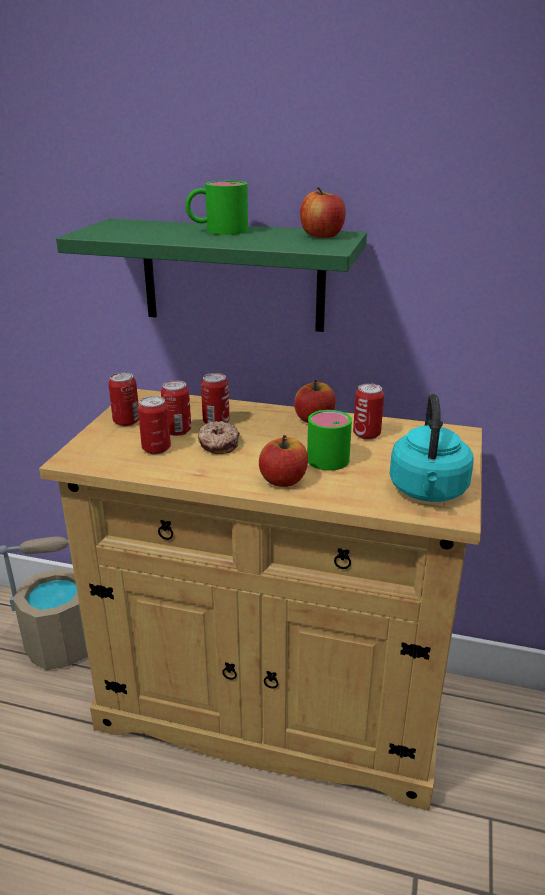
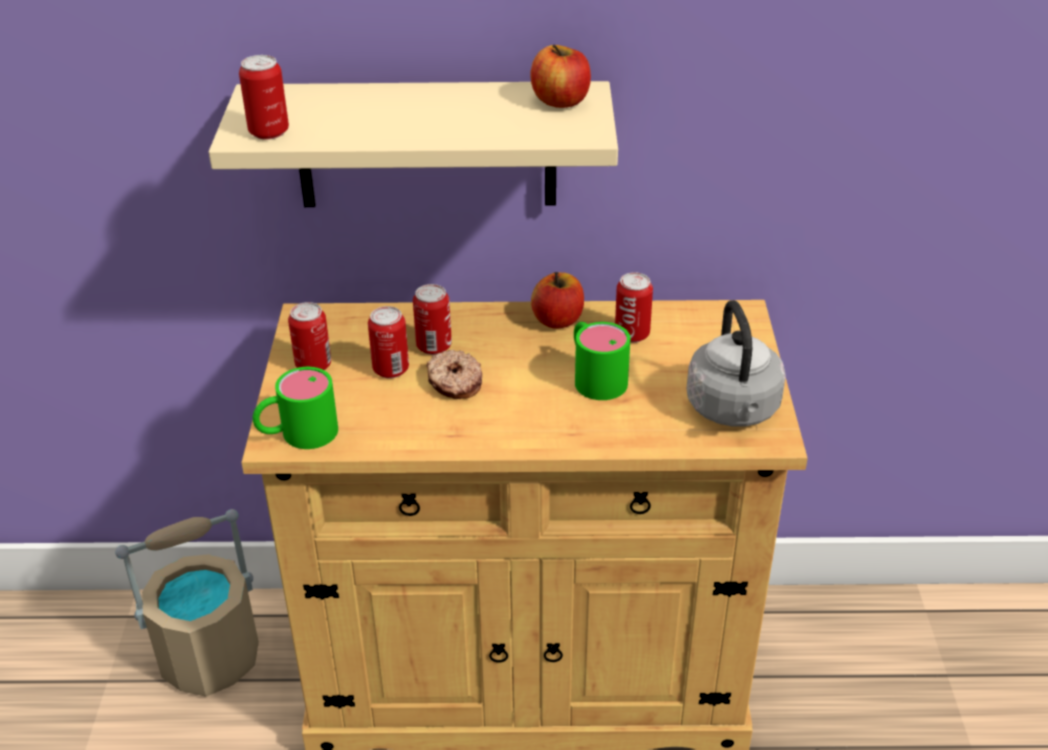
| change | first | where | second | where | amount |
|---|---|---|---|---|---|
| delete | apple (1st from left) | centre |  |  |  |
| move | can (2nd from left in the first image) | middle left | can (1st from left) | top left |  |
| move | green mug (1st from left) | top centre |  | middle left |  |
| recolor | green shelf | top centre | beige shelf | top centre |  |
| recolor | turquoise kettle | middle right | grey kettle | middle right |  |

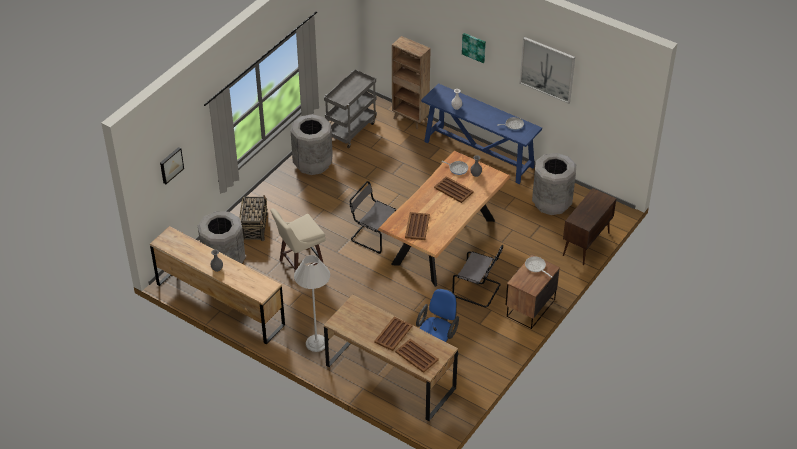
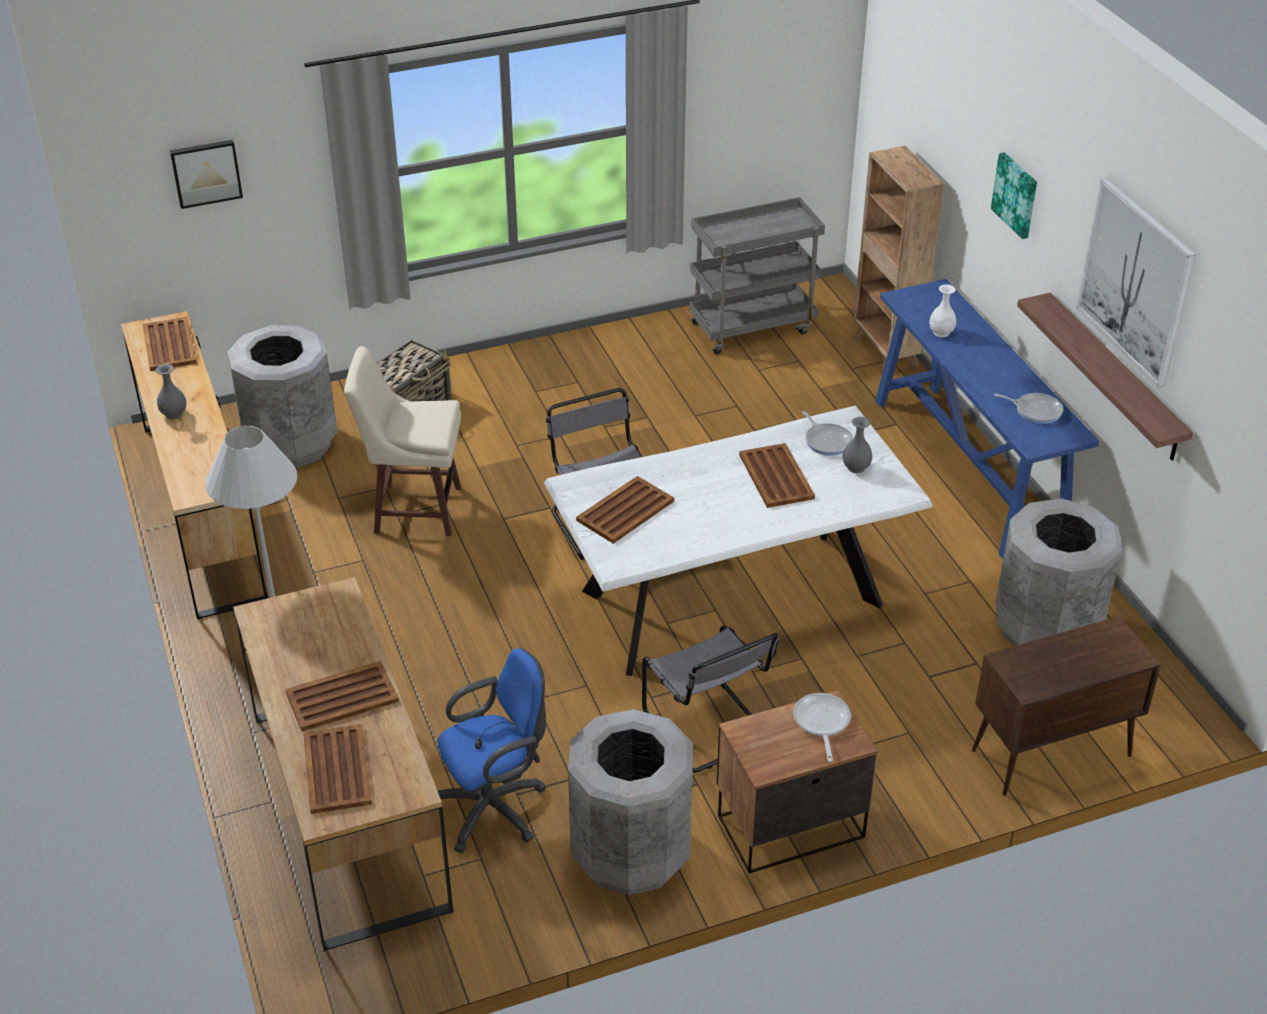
| change | first | where | second | where | amount |
|---|---|---|---|---|---|
| insert |  |  | brown tray (1st from left) | middle left |  |
| insert |  |  | shelf | middle right |  |
| move | grey trash can (2nd from left) | top centre |  | bottom centre |  |
| recolor | brown dining table | centre | white dining table | centre |  |

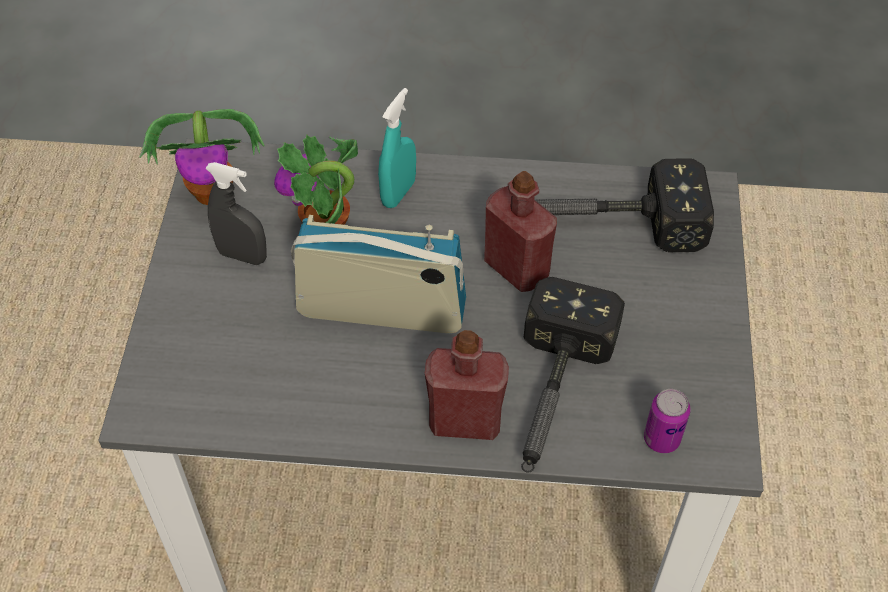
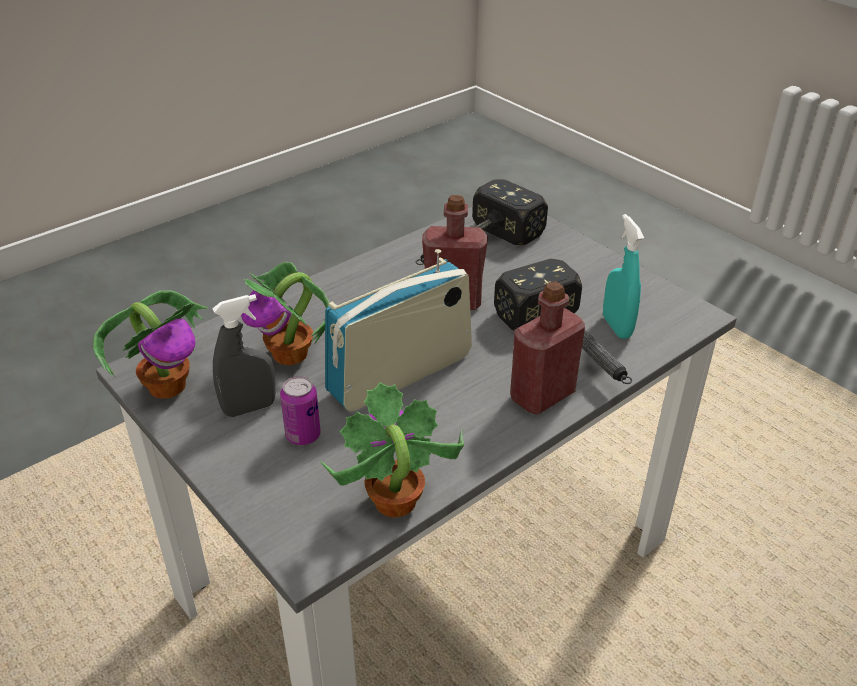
| change | first | where | second | where | amount |
|---|---|---|---|---|---|
| insert |  |  | potted plant (3rd from left) | centre |  |
| move | turquoise spray bottle | top centre |  | middle right |  |
| move | can | bottom right |  | centre |  |

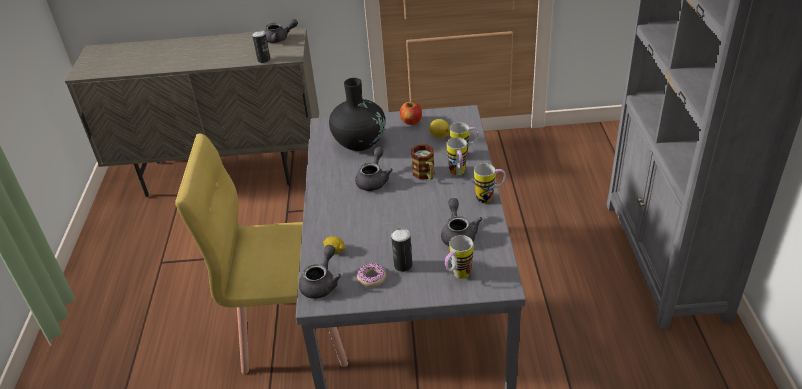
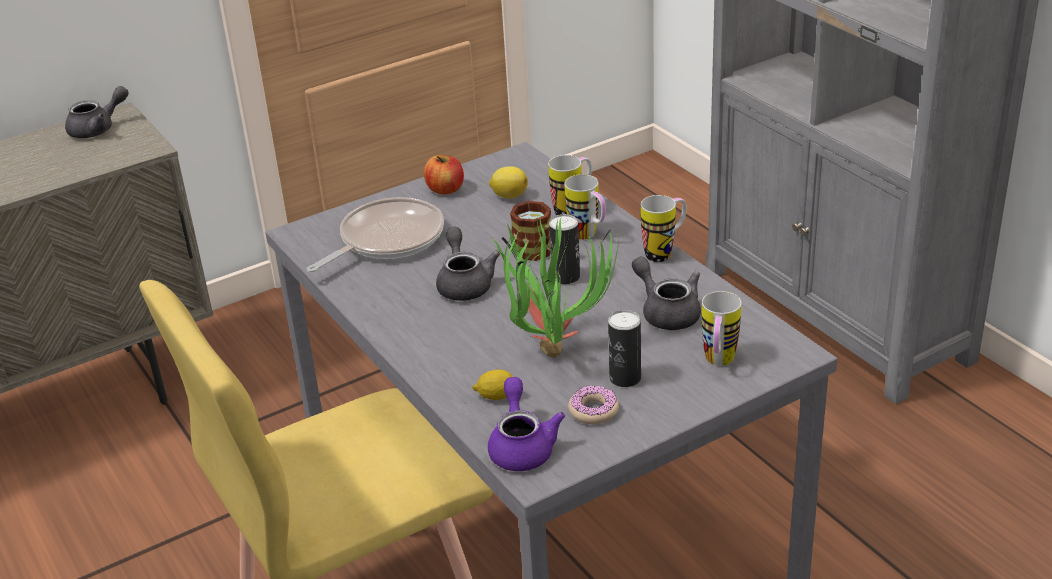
| change | first | where | second | where | amount |
|---|---|---|---|---|---|
| insert |  |  | potted plant | centre |  |
| move | can (1st from left) | top left |  | centre |  |
| replace | black vase | top centre | frying pan | centre |  |
| recolor | grey teapot (2nd from left) | bottom centre | purple teapot | bottom centre |  |

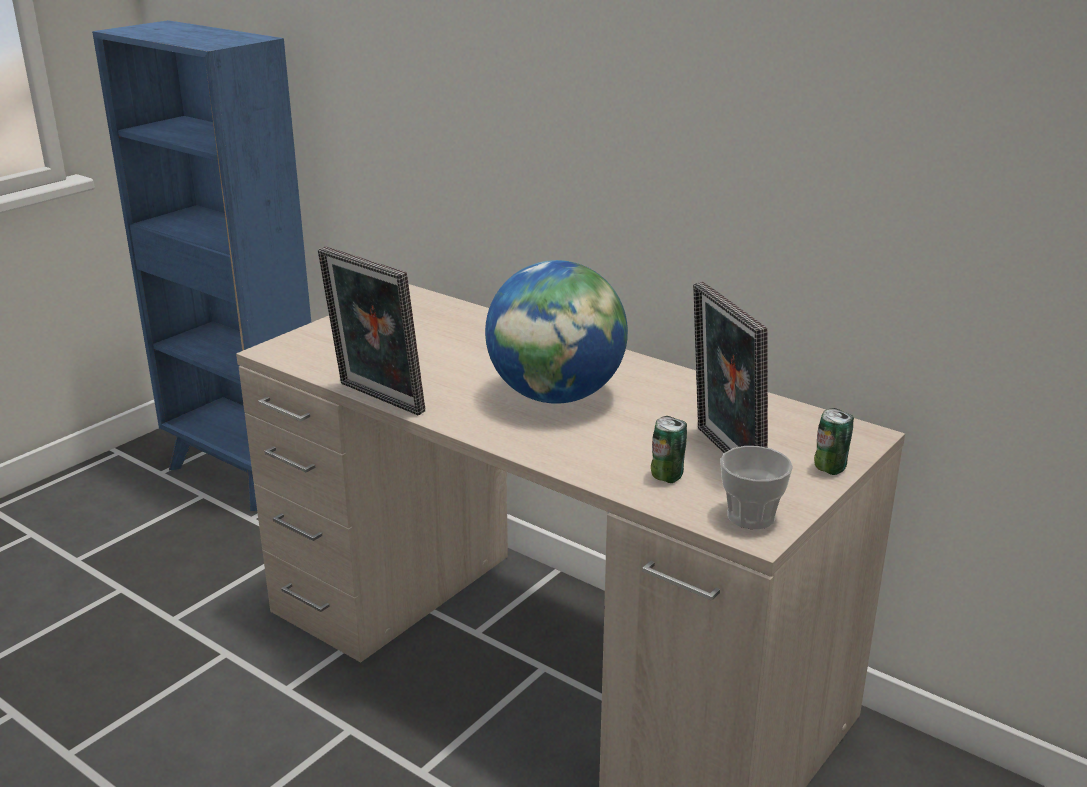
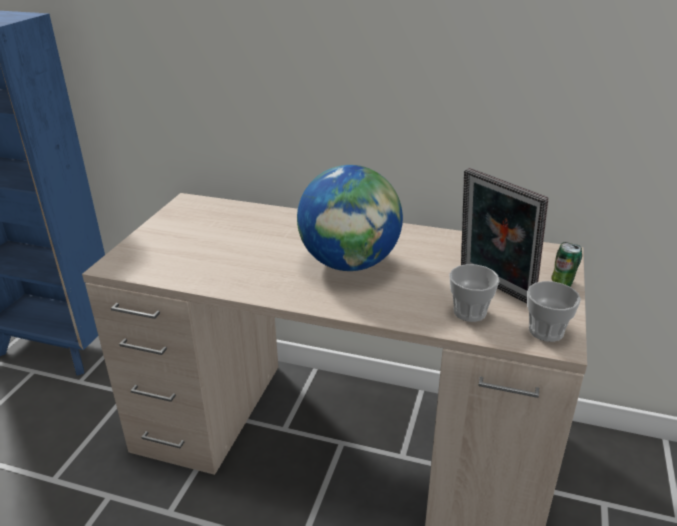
| change | first | where | second | where | amount |
|---|---|---|---|---|---|
| delete | picture frame (1st from left) | centre |  |  |  |
| replace | can (1st from left) | centre | cup (1st from left) | middle right |  |

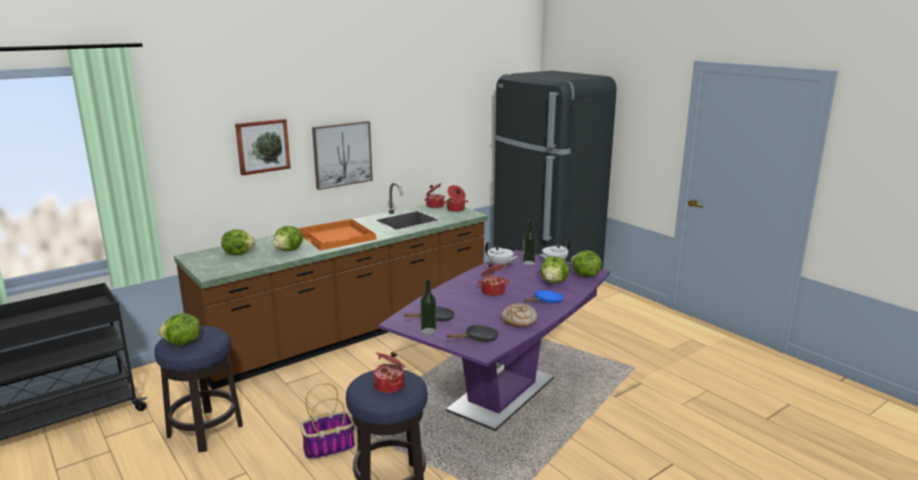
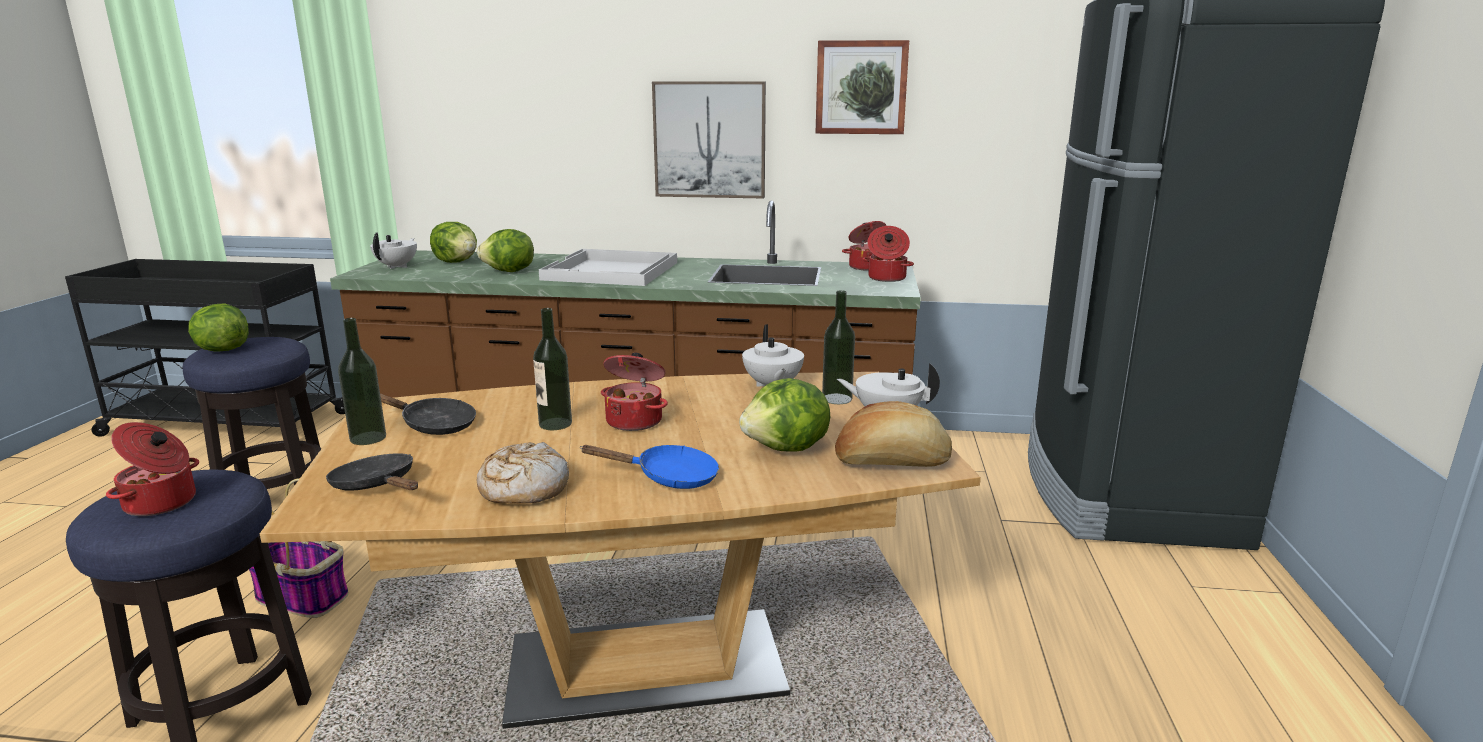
| change | first | where | second | where | amount |
|---|---|---|---|---|---|
| insert |  |  | white teapot (1st from left) | middle left |  |
| insert |  |  | bottle (2nd from left) | centre |  |
| move | picture (1st from left in the first image) | top left | picture (2nd from left) | top centre |  |
| replace | lettuce (5th from left) | centre | bread (2nd from left) | centre |  |
| recolor | orange tray | centre | white tray | centre |  |
| recolor | purple dining table | bottom centre | brown dining table | bottom centre |  |
| rotate | black frying pan (2nd from left in the first image) | bottom centre | black frying pan (1st from left) | middle left | 150 degrees counterclockwise |

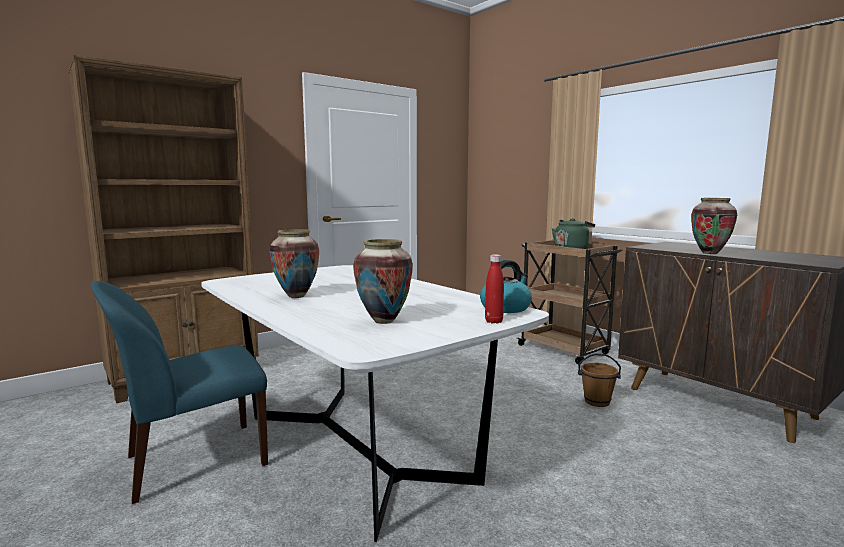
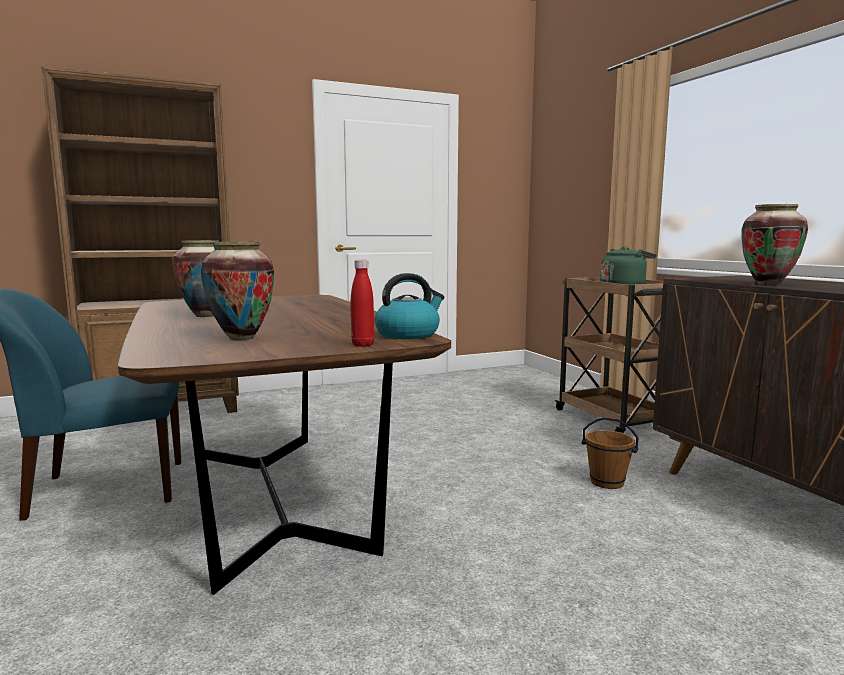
| change | first | where | second | where | amount |
|---|---|---|---|---|---|
| recolor | white dining table | bottom centre | brown dining table | centre |  |

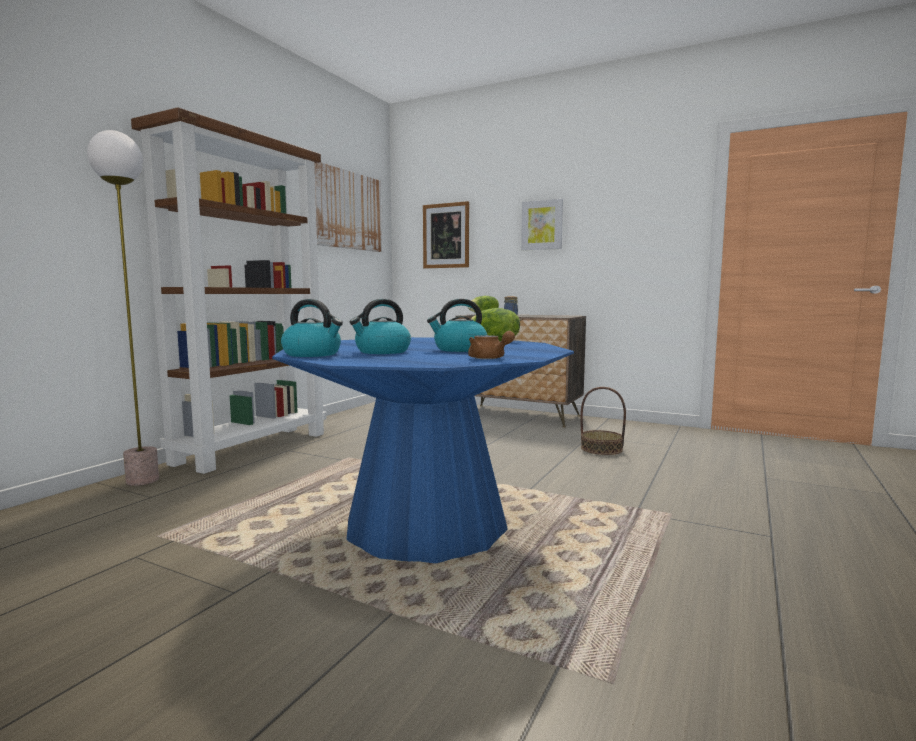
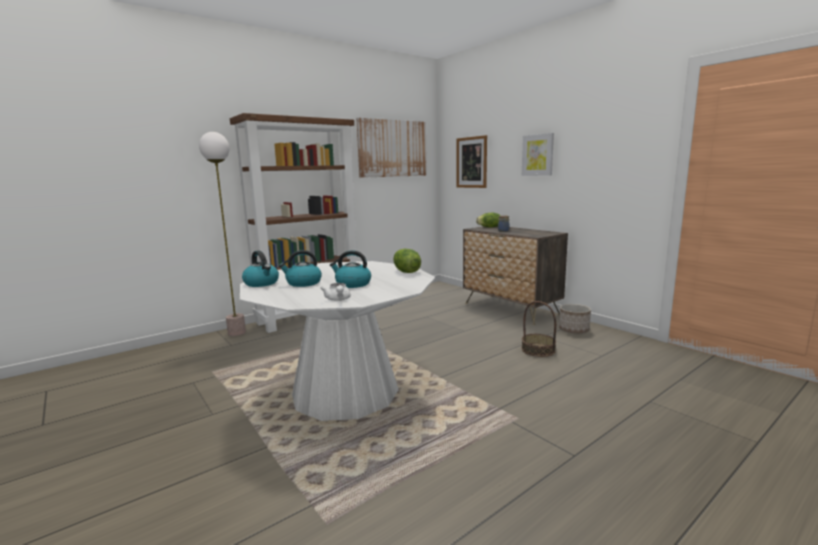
| change | first | where | second | where | amount |
|---|---|---|---|---|---|
| insert |  |  | planter | middle right |  |
| recolor | blue dining table | centre | white dining table | centre |  |
| recolor | brown teapot | centre | white teapot | centre |  |

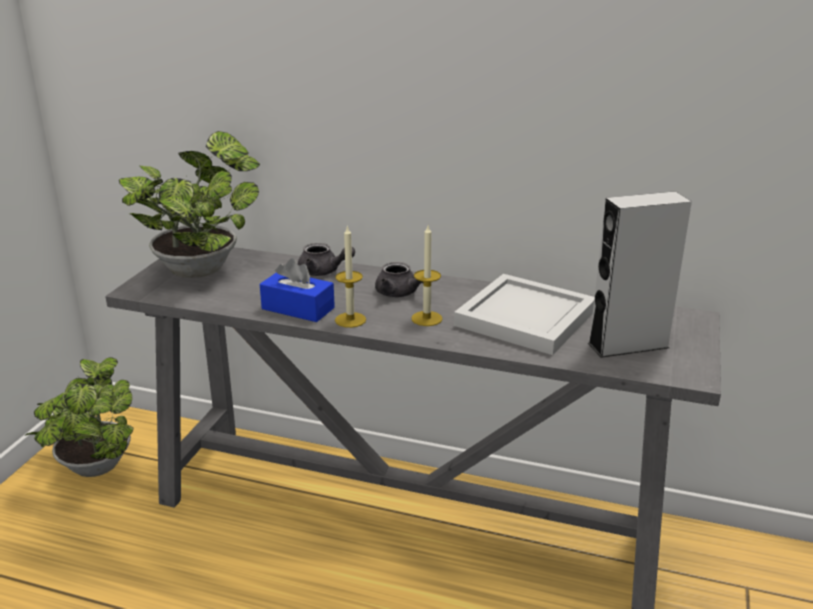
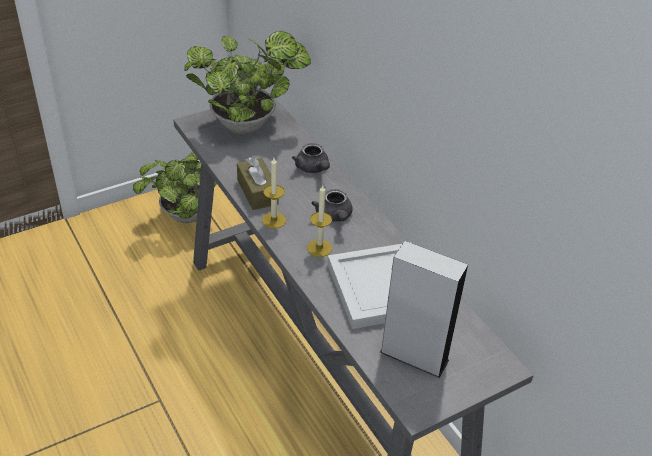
| change | first | where | second | where | amount |
|---|---|---|---|---|---|
| recolor | blue tissue box | centre | brown tissue box | centre |  |

